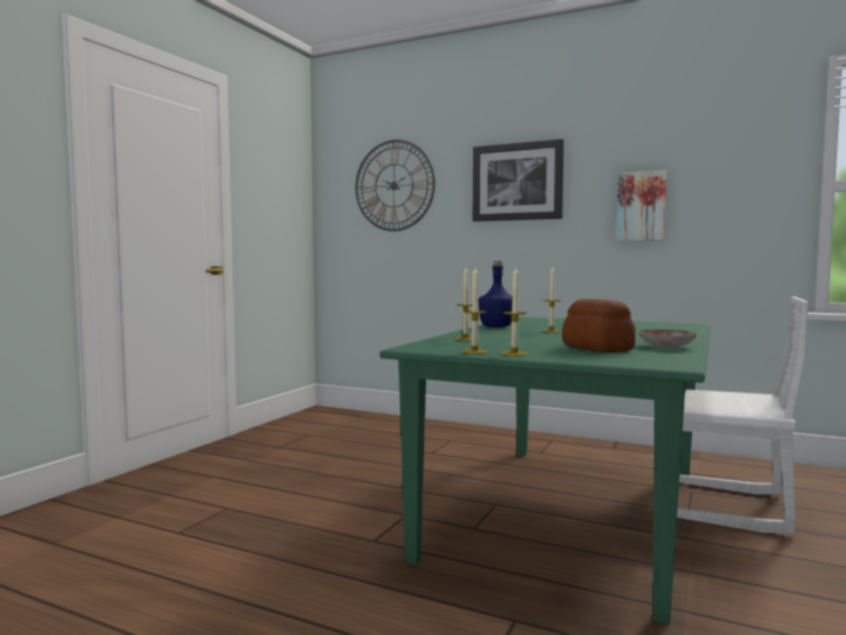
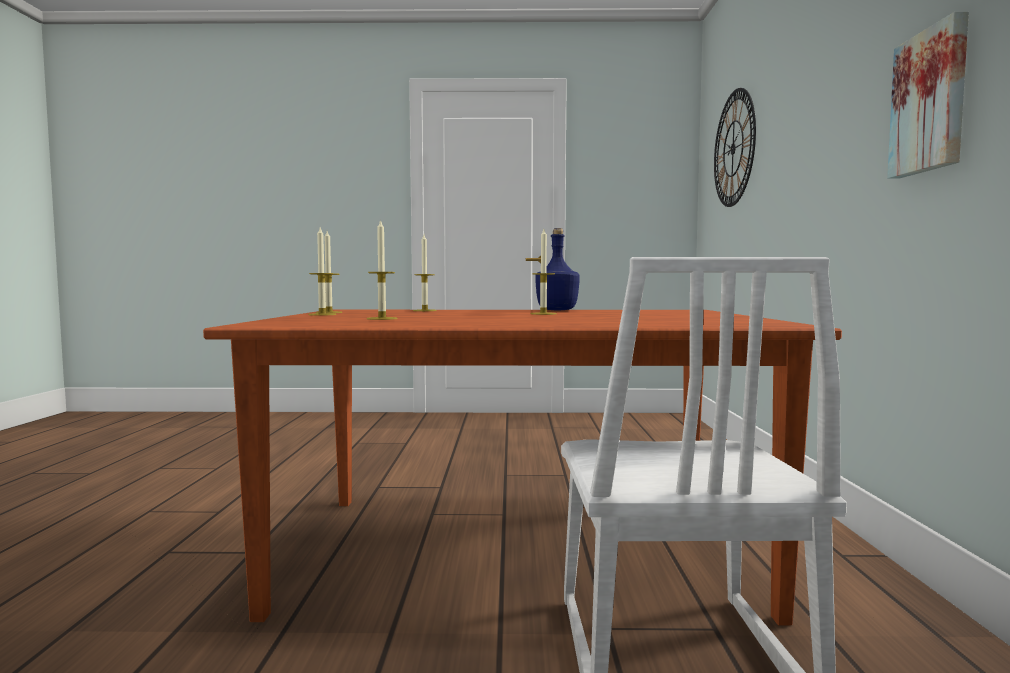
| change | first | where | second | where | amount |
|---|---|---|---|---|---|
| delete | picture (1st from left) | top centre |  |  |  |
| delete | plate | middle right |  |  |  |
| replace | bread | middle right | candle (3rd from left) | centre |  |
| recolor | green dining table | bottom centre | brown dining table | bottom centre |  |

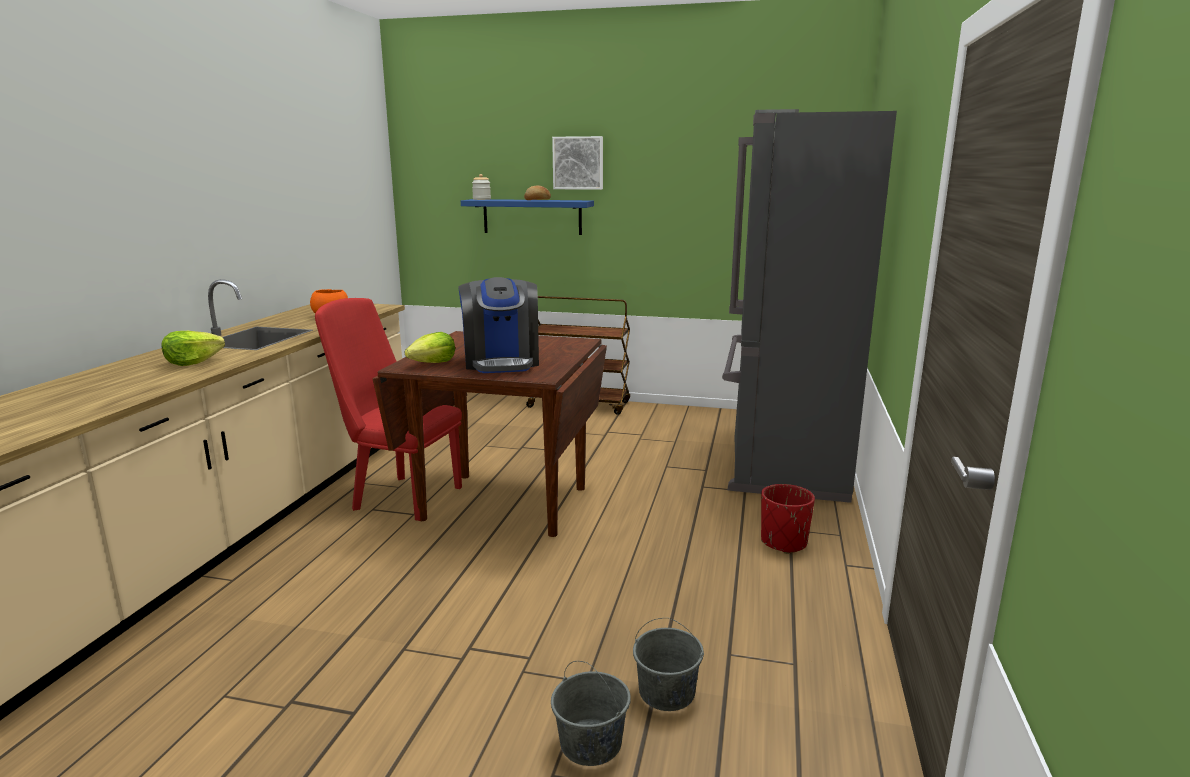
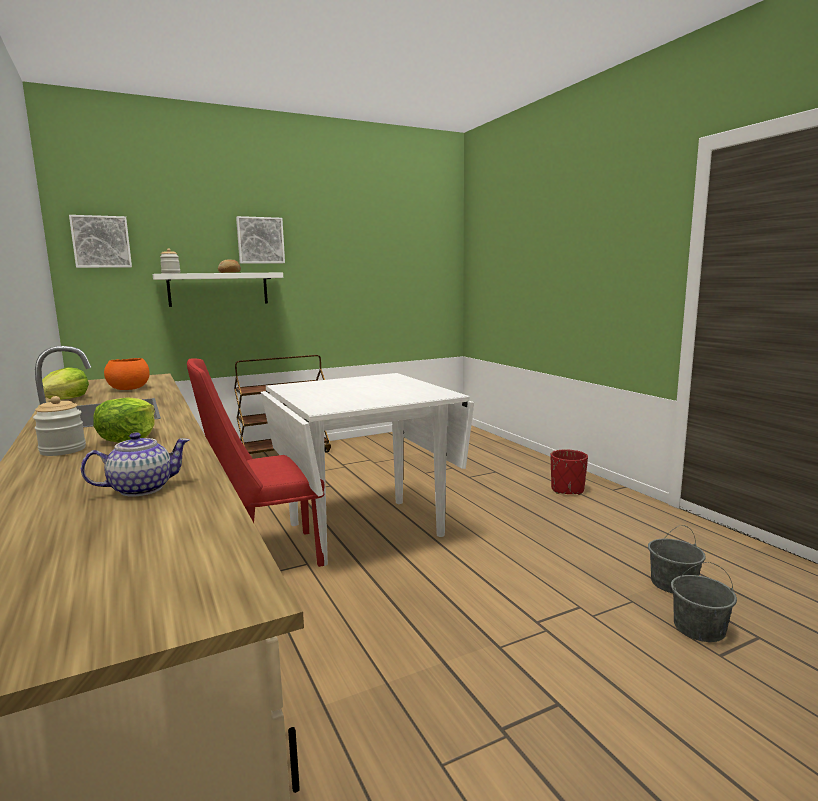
| change | first | where | second | where | amount |
|---|---|---|---|---|---|
| delete | coffee machine | centre |  |  |  |
| delete | grey fridge | middle right |  |  |  |
| insert |  |  | jar (1st from left) | middle left |  |
| insert |  |  | picture (1st from left) | top left |  |
| insert |  |  | teapot | middle left |  |
| move | lettuce (2nd from left in the first image) | centre | lettuce (1st from left) | middle left |  |
| recolor | brown dining table | centre | white dining table | centre |  |
| recolor | blue shelf | top centre | white shelf | middle left |  |

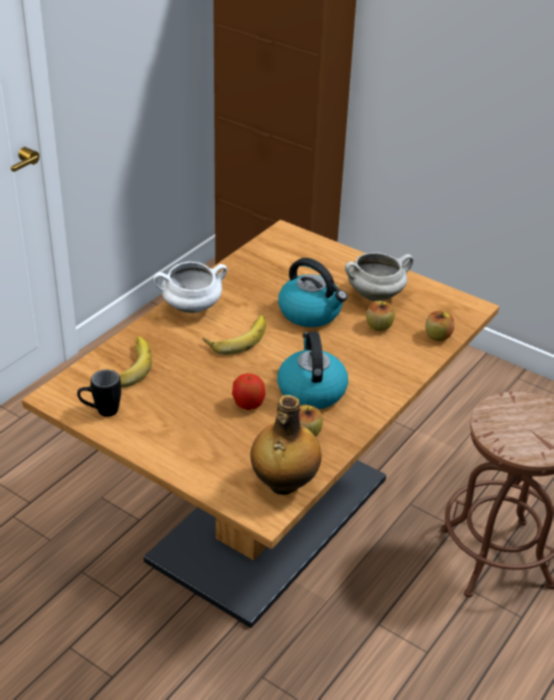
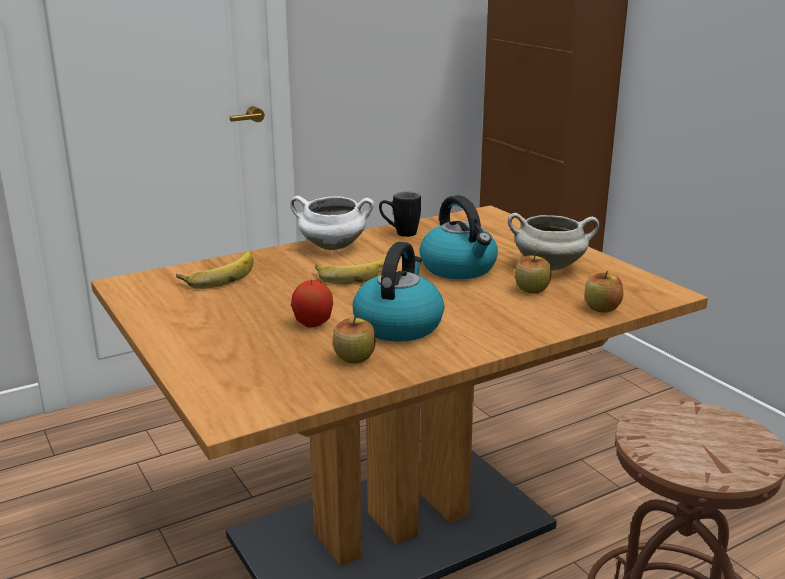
| change | first | where | second | where | amount |
|---|---|---|---|---|---|
| delete | bottle | centre |  |  |  |
| move | black mug | middle left |  | centre |  |

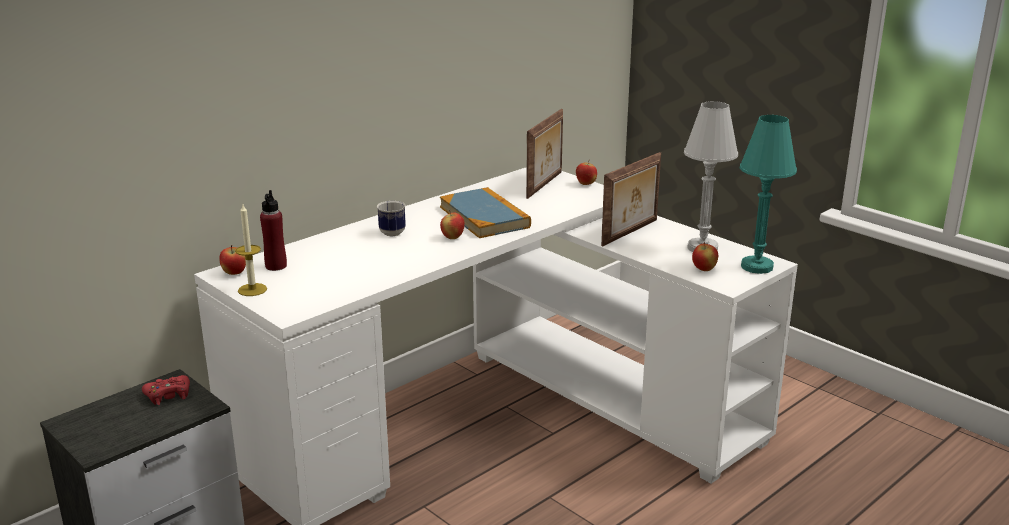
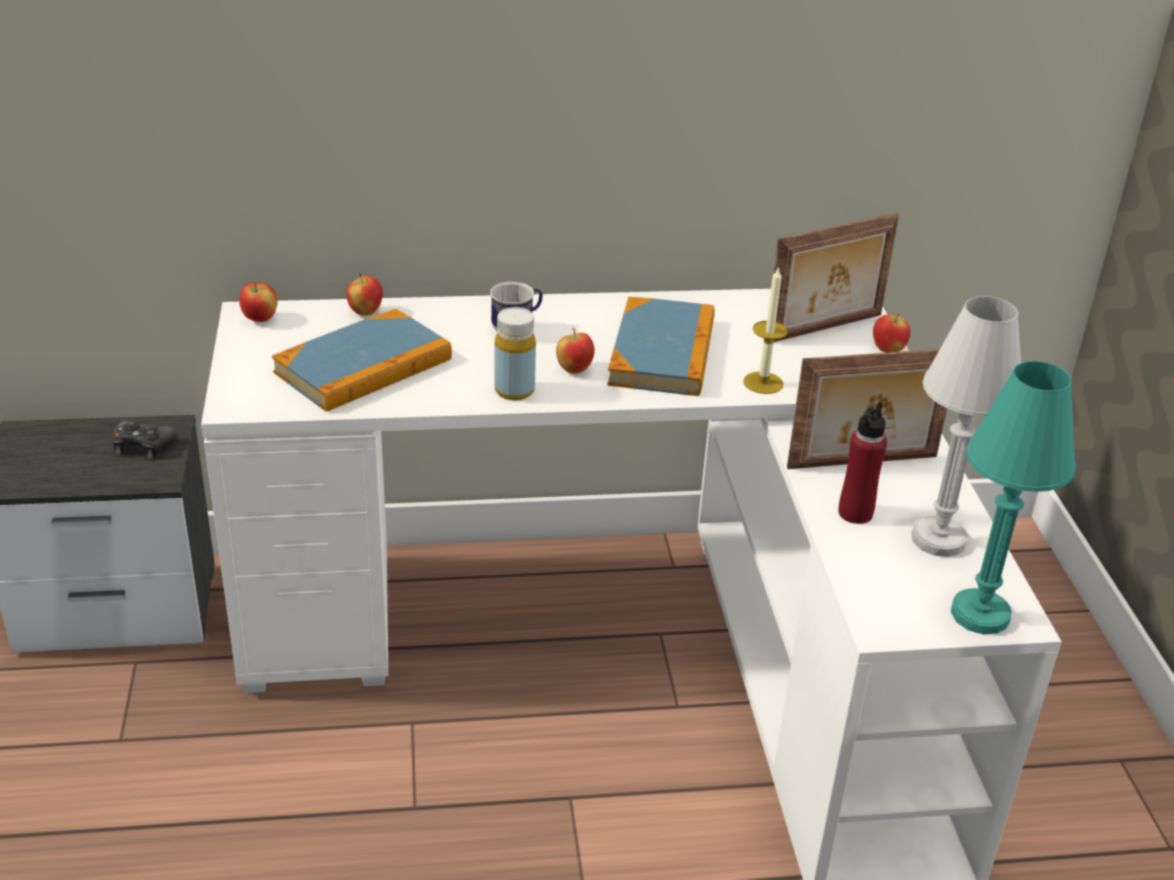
| change | first | where | second | where | amount |
|---|---|---|---|---|---|
| insert |  |  | book (1st from left) | middle left |  |
| insert |  |  | yellow bottle | centre |  |
| move | candle | middle left |  | centre |  |
| move | red bottle | middle left |  | middle right |  |
| move | apple (4th from left in the first image) | middle right | apple (2nd from left) | middle left |  |
| recolor | red game controller | bottom left | black game controller | middle left |  |

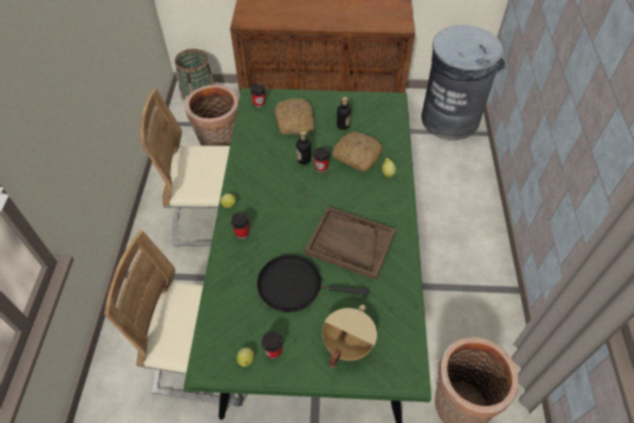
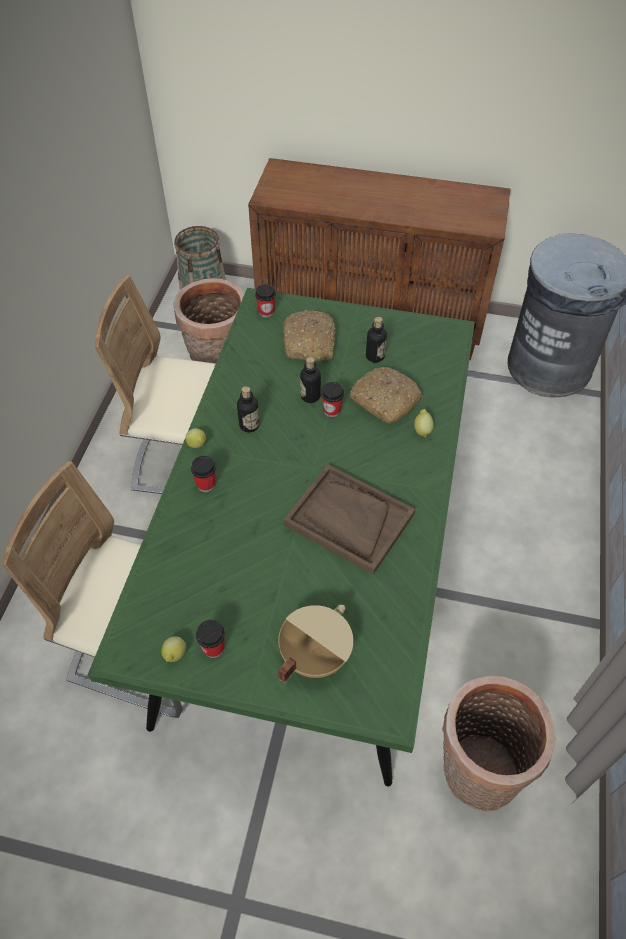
| change | first | where | second | where | amount |
|---|---|---|---|---|---|
| delete | black frying pan | bottom centre |  |  |  |
| insert |  |  | bottle (1st from left) | centre |  |

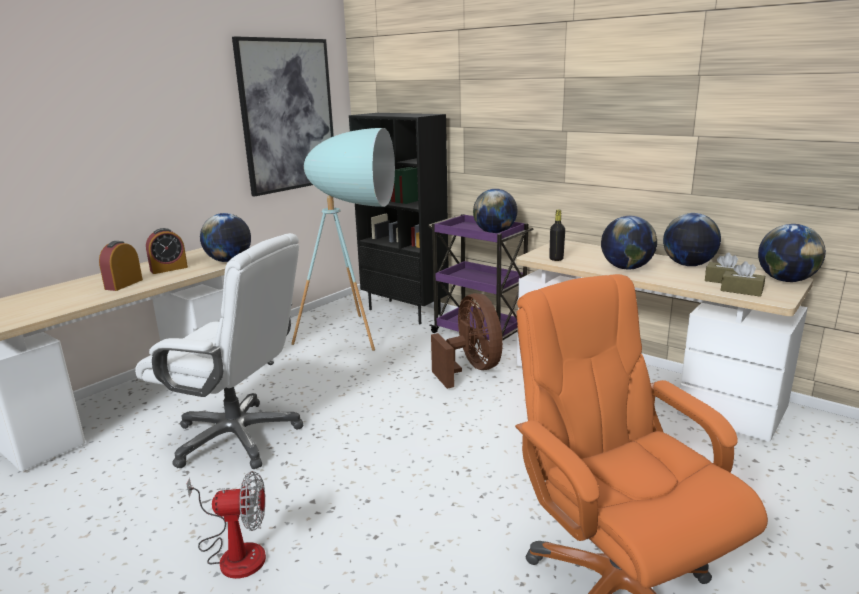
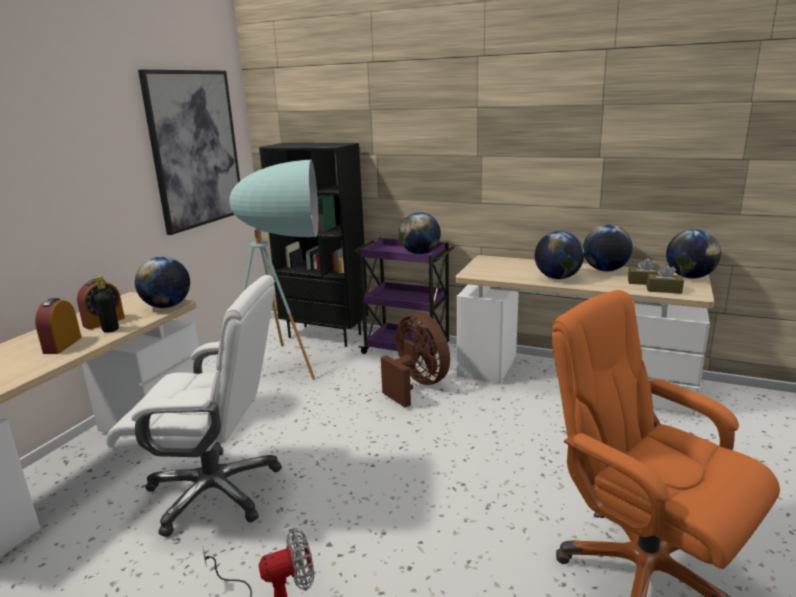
| change | first | where | second | where | amount |
|---|---|---|---|---|---|
| move | black bottle | centre |  | middle left |  |

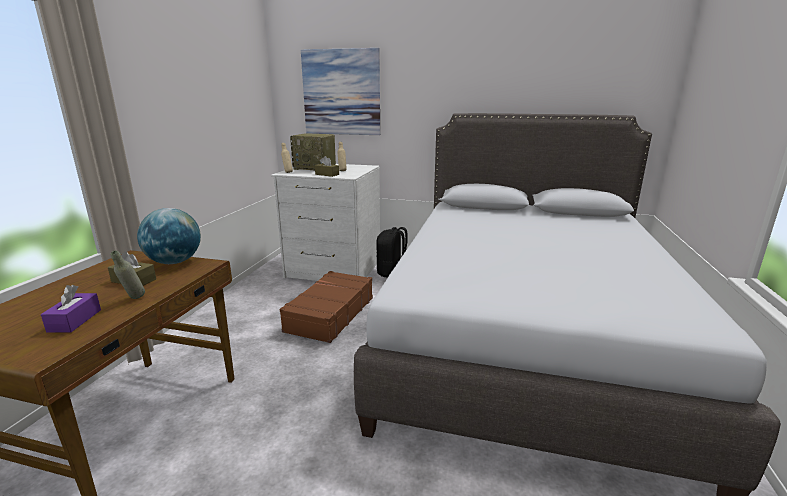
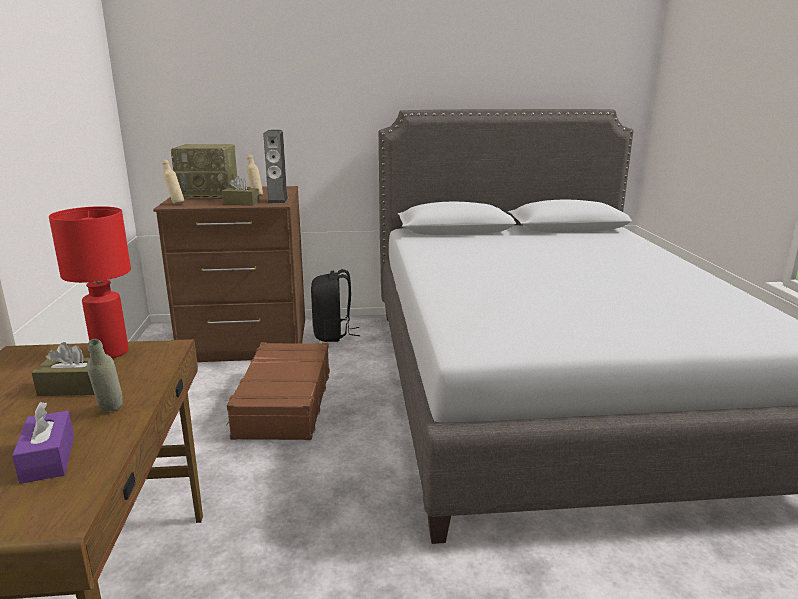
| change | first | where | second | where | amount |
|---|---|---|---|---|---|
| delete | picture | top centre |  |  |  |
| insert |  |  | speaker | top centre |  |
| replace | globe | middle left | red table lamp | middle left |  |
| recolor | white dresser | centre | brown dresser | middle left |  |

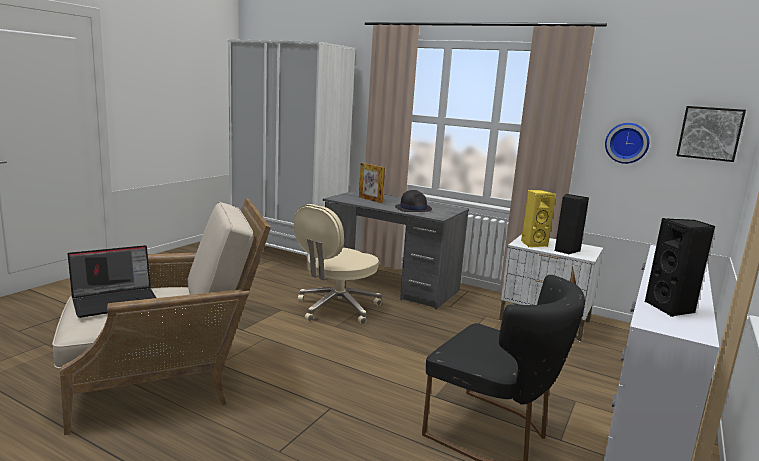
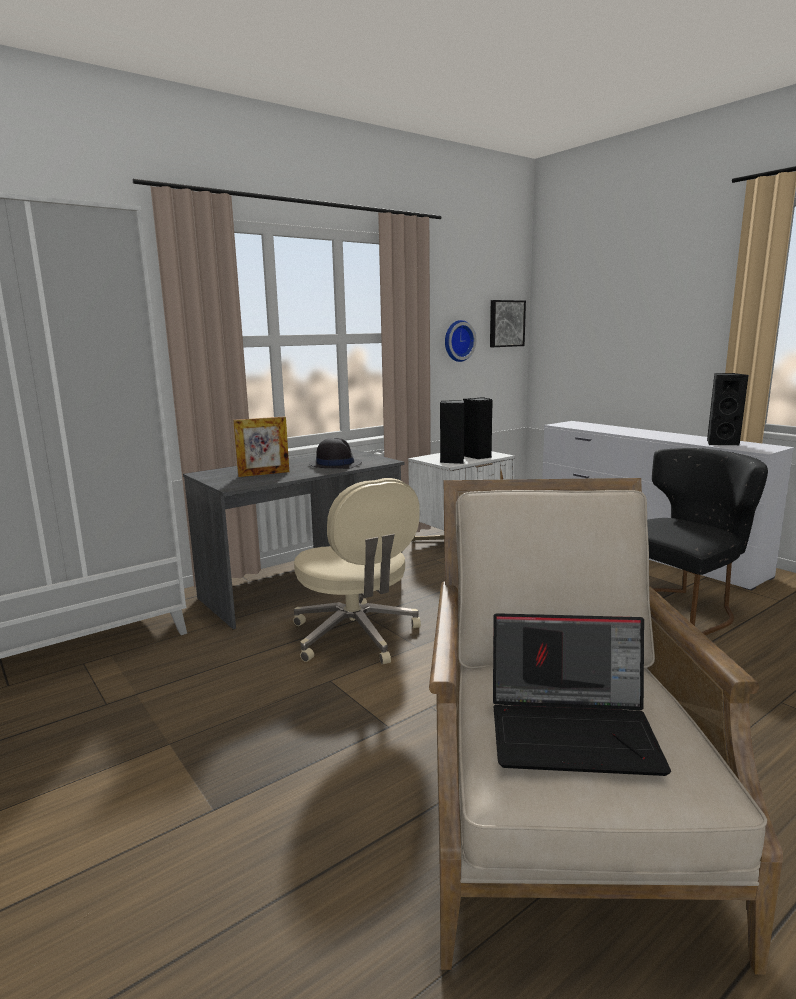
| change | first | where | second | where | amount |
|---|---|---|---|---|---|
| recolor | yellow speaker | middle right | black speaker (1st from left) | centre |  |
| rotate | laptop | middle left |  | bottom right | 105 degrees clockwise |

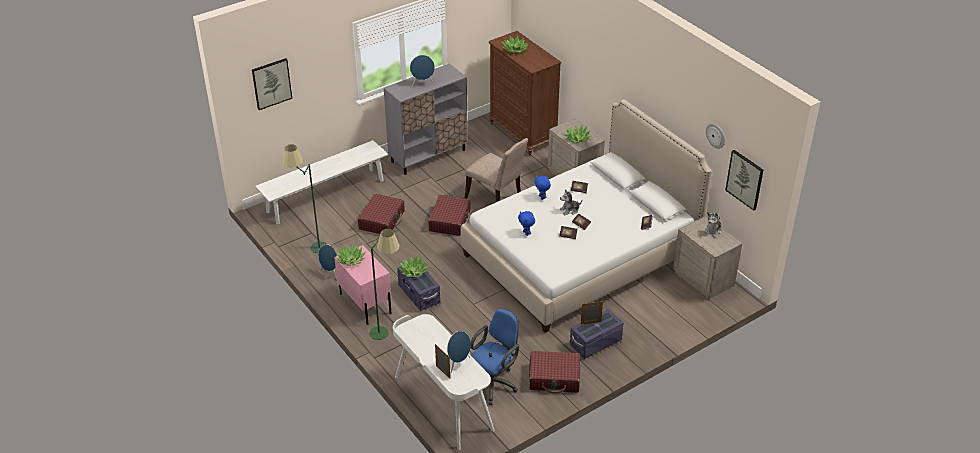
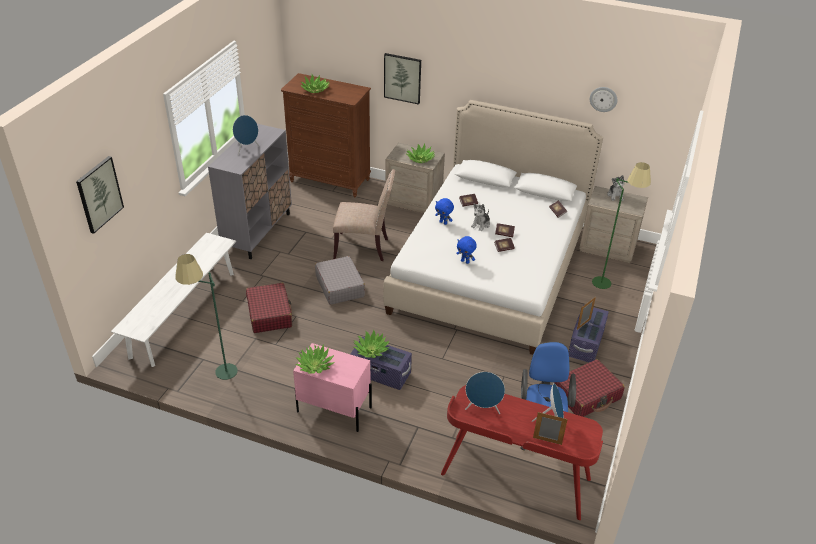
| change | first | where | second | where | amount |
|---|---|---|---|---|---|
| move | blue speaker (1st from left in the first image) | centre | blue speaker (2nd from left) | bottom centre |  |
| move | green floor lamp (2nd from left) | centre |  | middle right |  |
| move | picture (2nd from left) | middle right |  | top centre |  |
| recolor | white desk | bottom centre | red desk | bottom centre |  |
| recolor | red suitcase (2nd from left) | centre | grey suitcase | centre |  |

